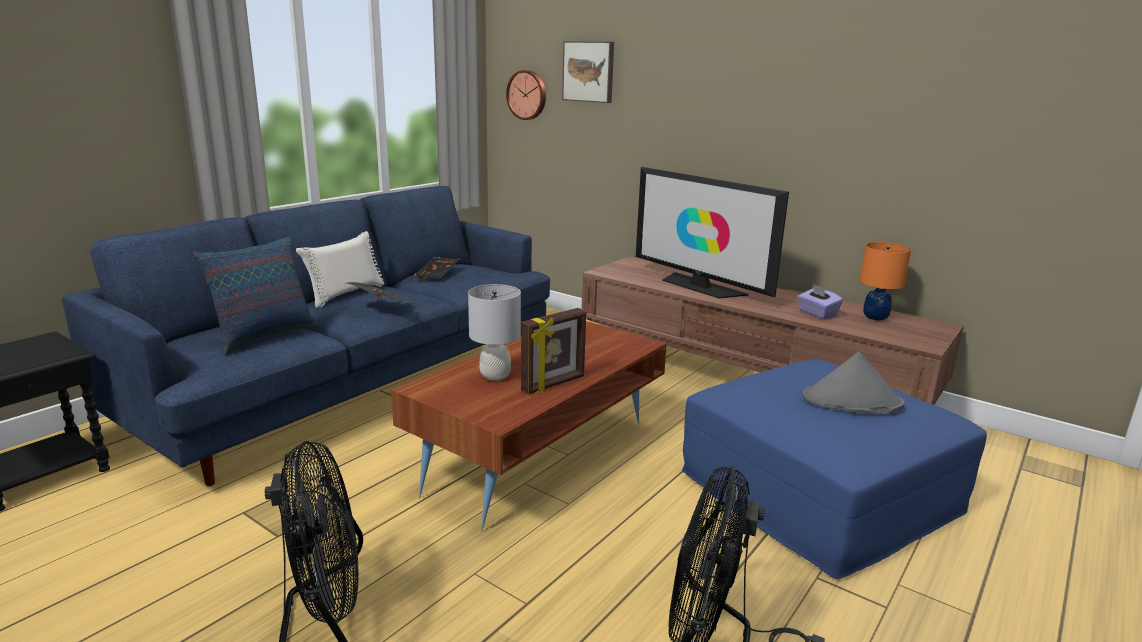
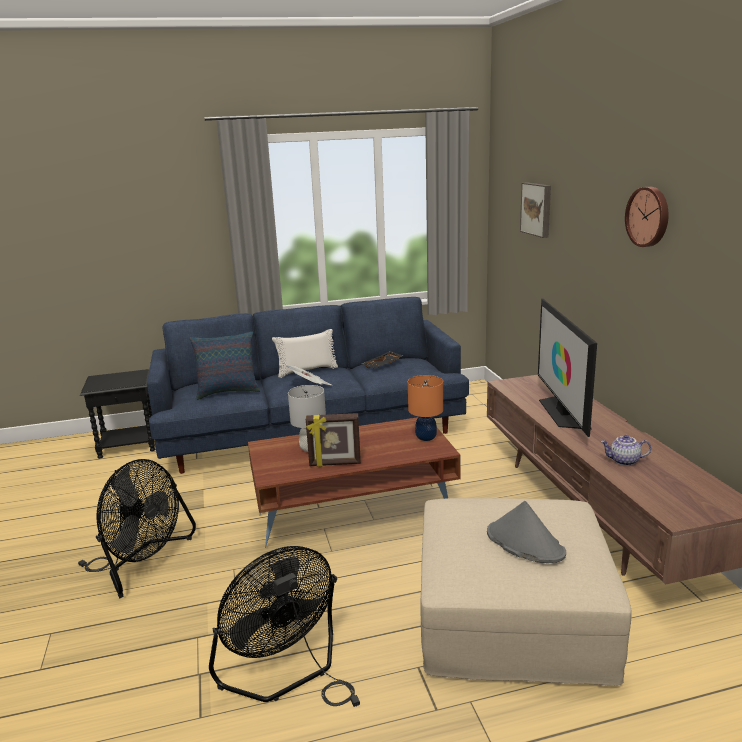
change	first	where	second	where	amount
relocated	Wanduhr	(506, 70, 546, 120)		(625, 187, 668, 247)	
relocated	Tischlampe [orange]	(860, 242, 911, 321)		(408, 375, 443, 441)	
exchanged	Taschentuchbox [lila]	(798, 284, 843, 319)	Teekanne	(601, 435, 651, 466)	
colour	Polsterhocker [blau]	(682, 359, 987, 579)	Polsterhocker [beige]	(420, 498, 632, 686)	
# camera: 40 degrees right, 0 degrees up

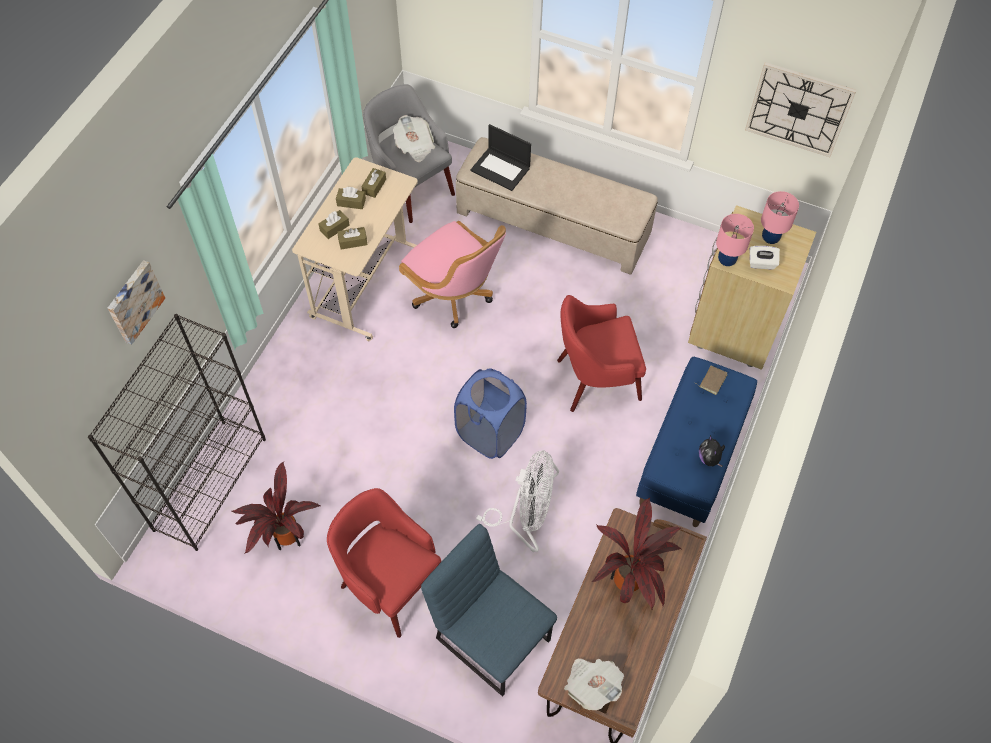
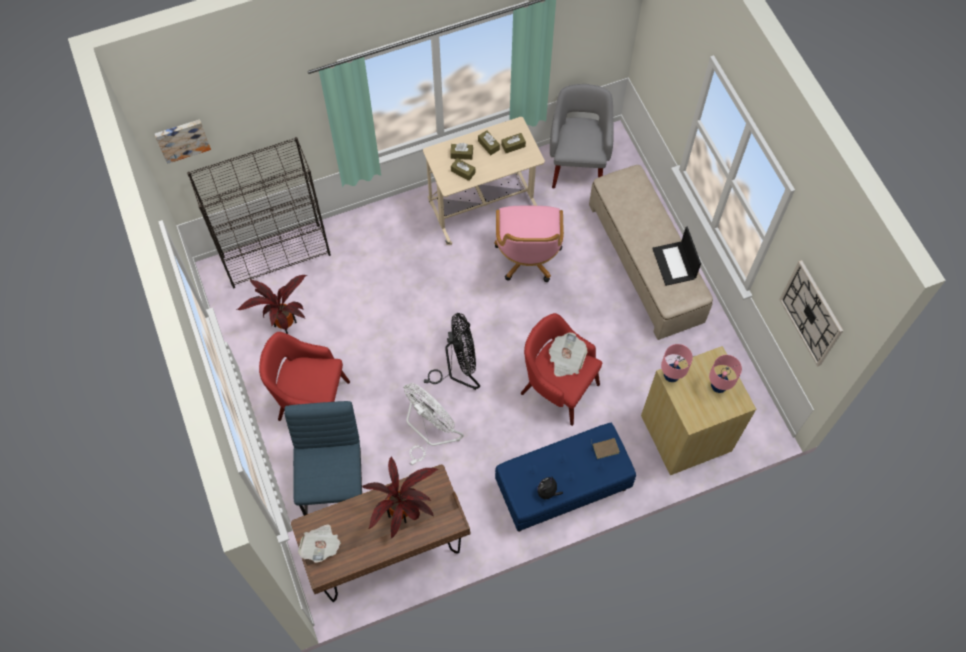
change	first	where	second	where	amount
missing	Taschentuchbox [weiß]	(750, 246, 780, 270)			
relocated	Bild	(108, 260, 165, 345)		(155, 119, 211, 164)	
relocated	Zeitung	(393, 115, 435, 162)		(549, 333, 587, 377)	
relocated	Laptop	(470, 124, 531, 191)		(652, 227, 701, 286)	
exchanged	Wäschekorb [blau]	(454, 368, 527, 459)	Ventilator [schwarz]	(423, 313, 480, 390)	
spun	Sessel [rot]	(327, 488, 441, 638)		(259, 332, 350, 421)	75 degrees counterclockwise
spun	Ventilator [weiß]	(476, 450, 559, 552)		(403, 383, 464, 465)	105 degrees counterclockwise
# camera: 45 degrees right, 5 degrees up

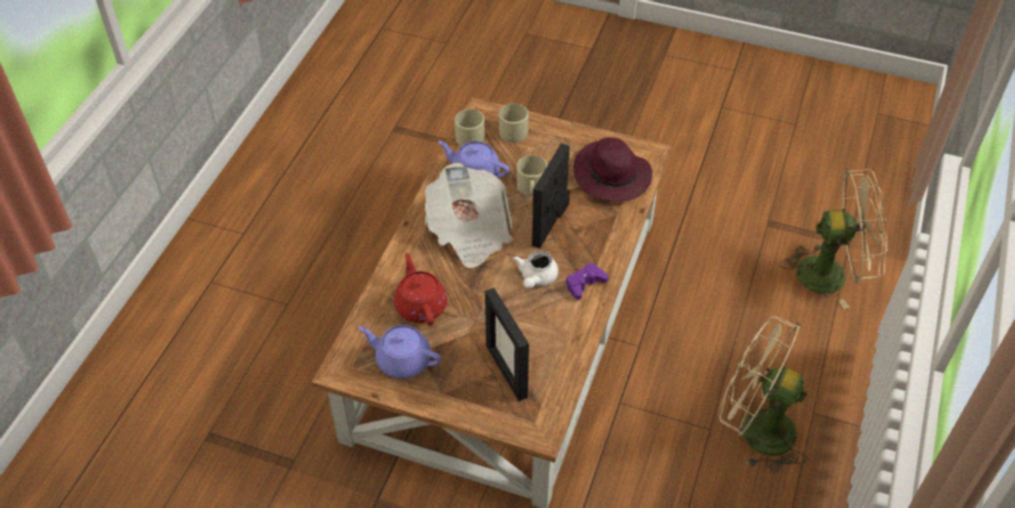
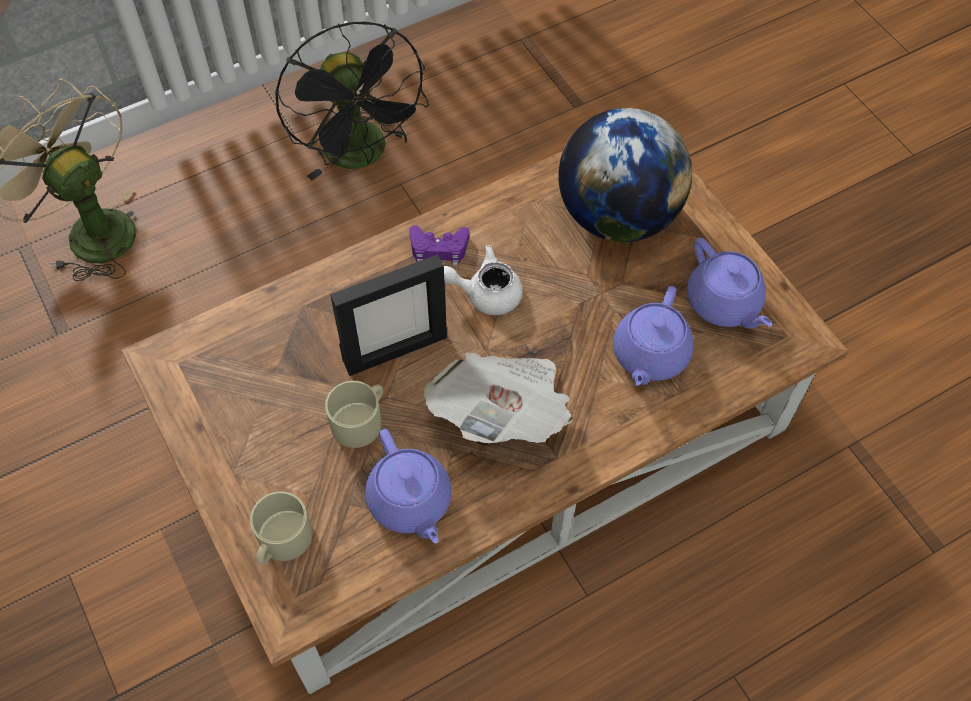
change	first	where	second	where	amount
missing	Henkelbecher [beige]	(455, 109, 485, 146)			
missing	Hut [lila]	(574, 137, 652, 202)			
exchanged	Bilderrahmen	(485, 288, 529, 401)	Globus	(559, 108, 692, 242)	
colour	Teekanne [rot]	(394, 253, 447, 325)	Teekanne [lila]	(613, 286, 694, 386)	
colour	Ventilator [beige]	(718, 317, 808, 473)	Ventilator [schwarz]	(275, 22, 429, 180)	
spun	Teekanne [weiß]	(513, 251, 558, 289)		(444, 245, 523, 315)	150 degrees counterclockwise
# camera: 140 degrees left, 10 degrees up

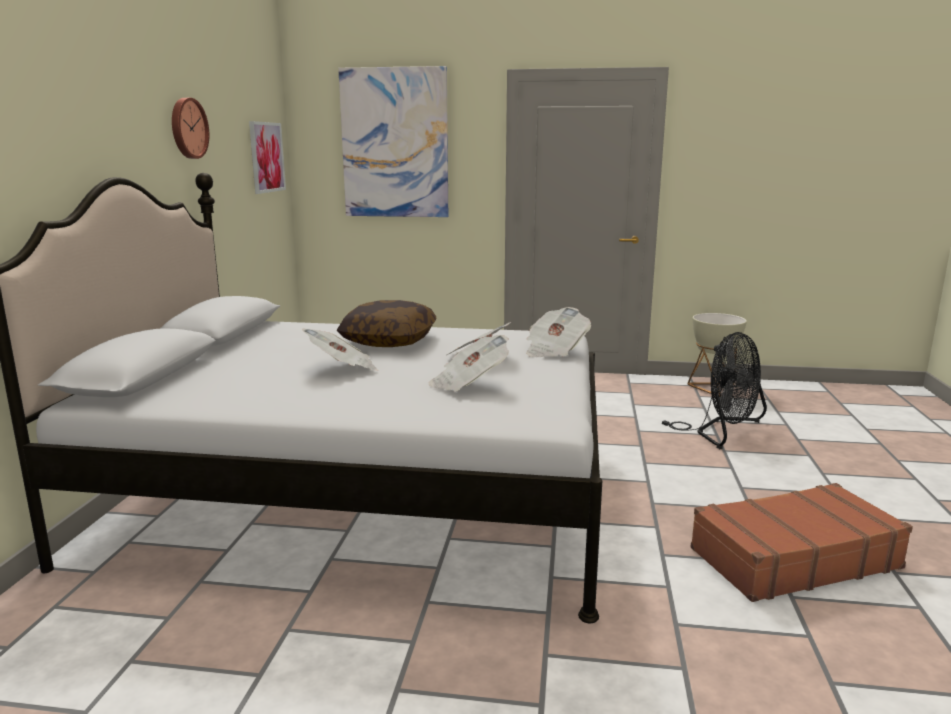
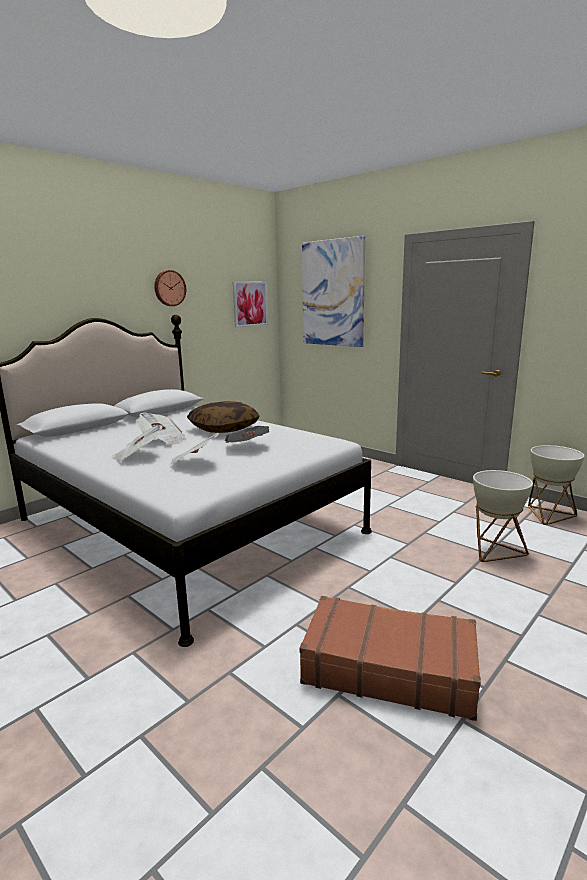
change	first	where	second	where	amount
relocated	Zeitung	(526, 307, 591, 357)		(111, 425, 162, 461)	
exchanged	Ventilator [schwarz]	(661, 332, 767, 450)	Pflanzkübel	(473, 470, 533, 562)	
# camera: 35 degrees right, 0 degrees up

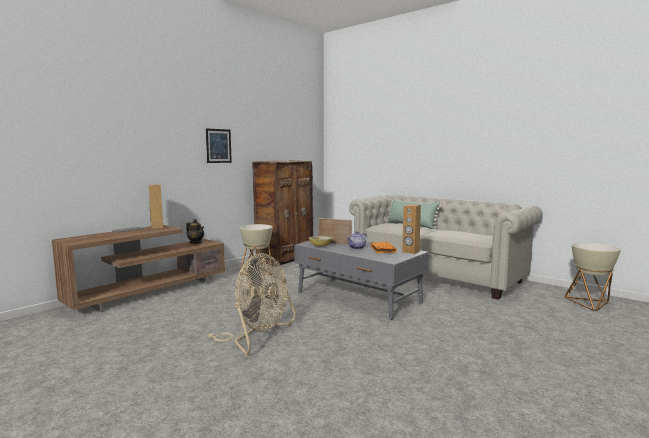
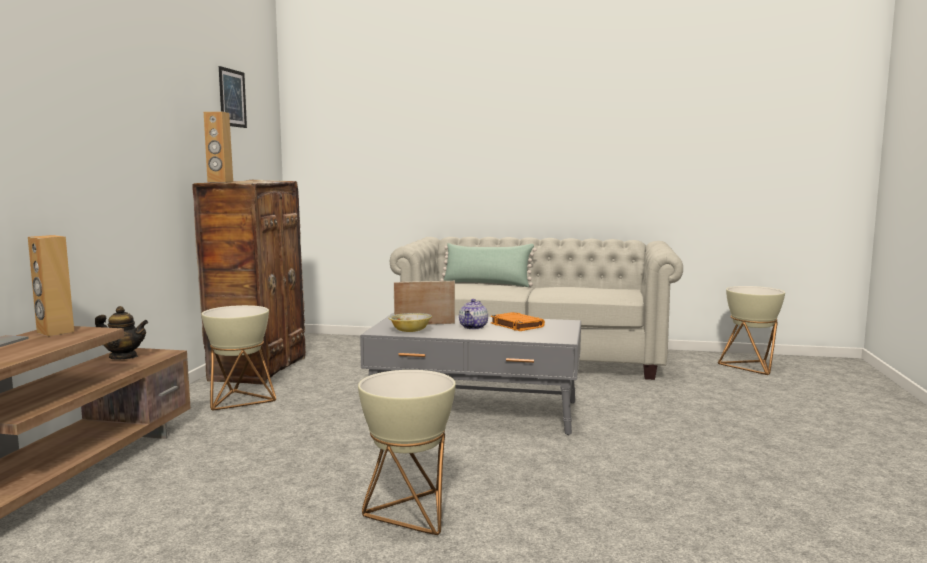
change	first	where	second	where	amount
relocated	Bild	(206, 128, 232, 163)		(219, 66, 247, 128)	
relocated	Lautsprecher [braun]	(402, 204, 421, 254)		(204, 111, 233, 182)	
exchanged	Ventilator [beige]	(208, 253, 296, 357)	Pflanzkübel	(358, 370, 456, 535)	
# camera: 30 degrees left, 0 degrees up

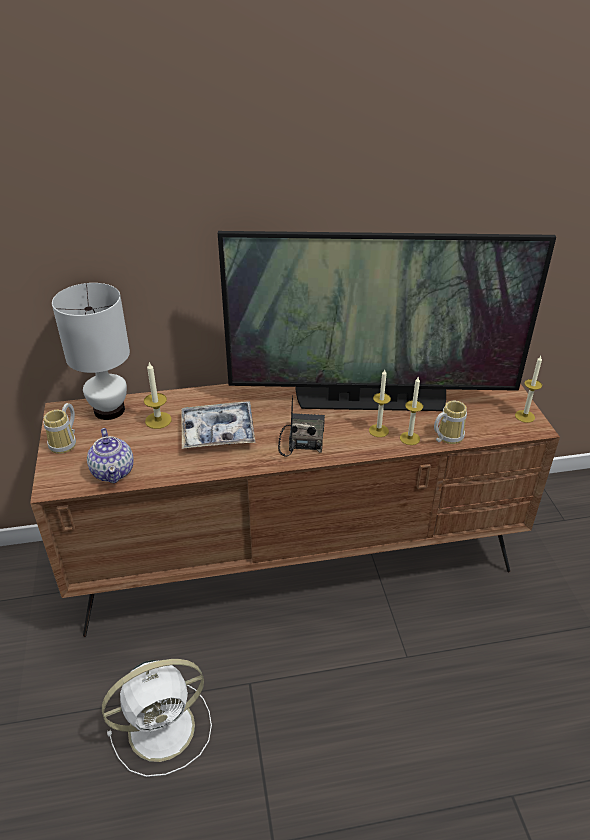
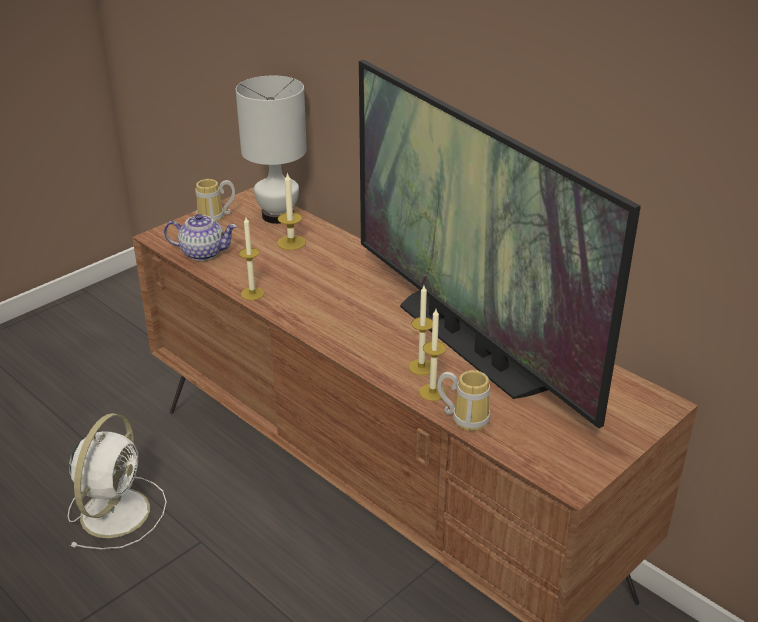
change	first	where	second	where	amount
missing	Tablett	(182, 402, 255, 449)			
missing	Radio	(278, 396, 325, 457)			
relocated	Kerze	(515, 356, 542, 423)		(239, 217, 264, 300)	
spun	Teekanne	(87, 428, 133, 483)		(164, 214, 237, 261)	120 degrees counterclockwise
spun	Ventilator [weiß]	(102, 659, 212, 777)		(68, 413, 167, 550)	105 degrees counterclockwise
# camera: 55 degrees right, 5 degrees down

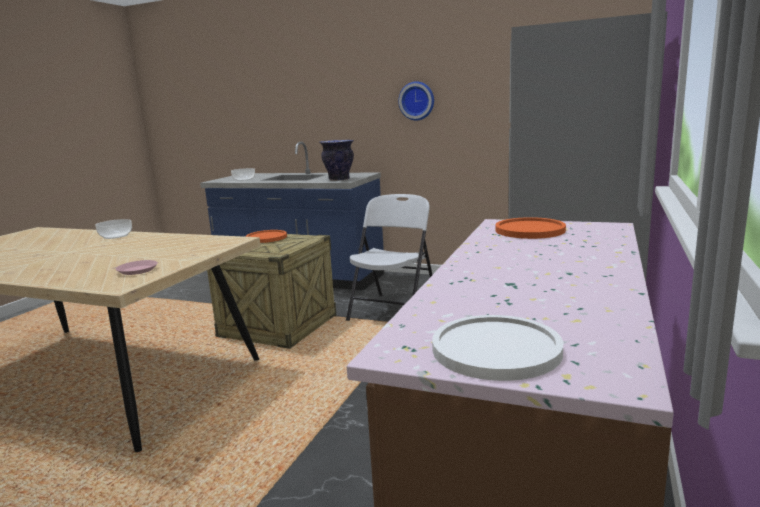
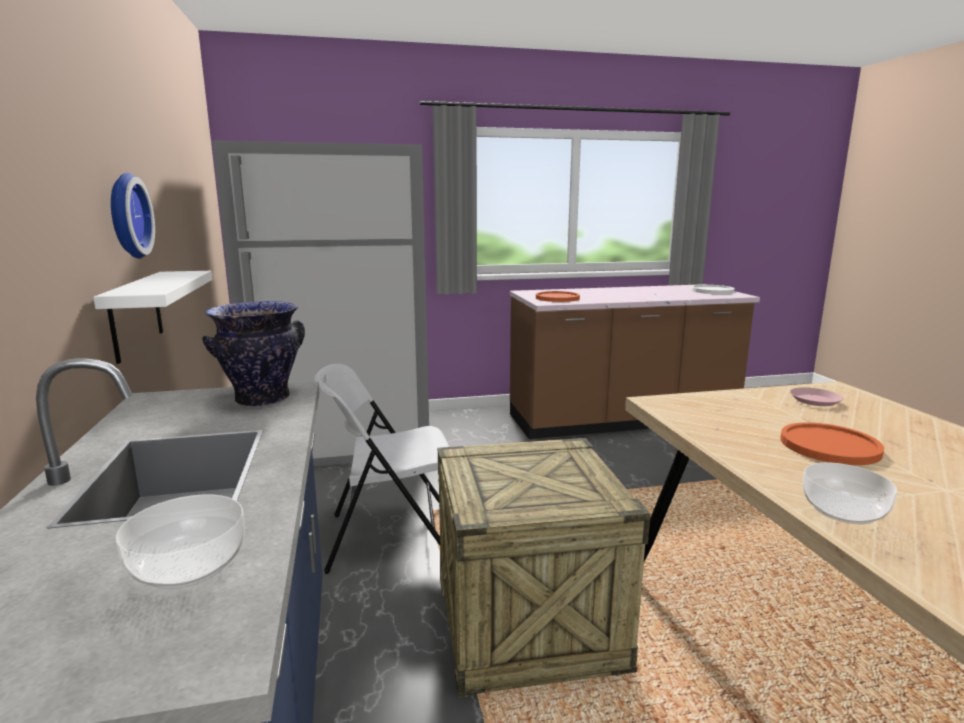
change	first	where	second	where	amount
appeared			Wandregal [weiß]	(93, 271, 212, 364)	
relocated	Teller [orange]	(246, 230, 287, 243)		(781, 422, 884, 465)	
# camera: 125 degrees left, 0 degrees up

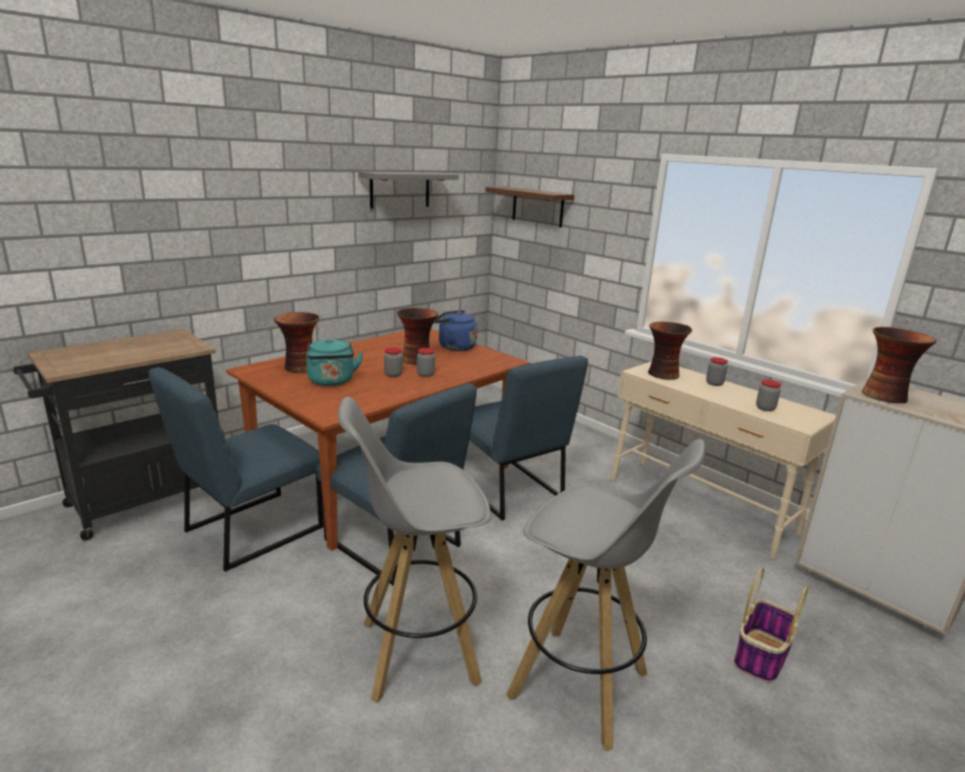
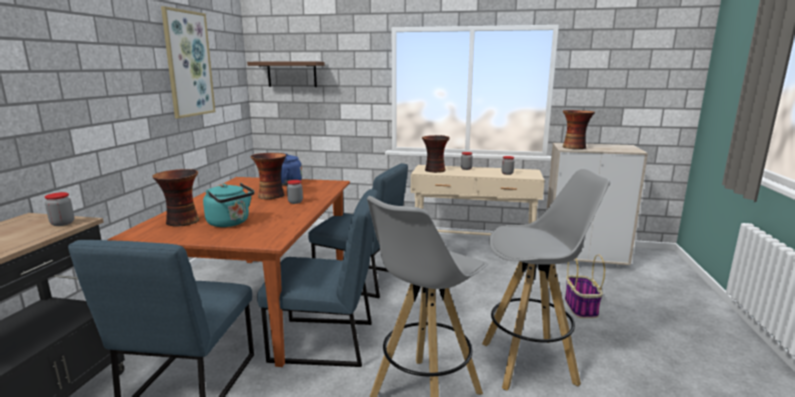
change	first	where	second	where	amount
relocated	Vorratsglas	(384, 347, 403, 377)		(45, 192, 74, 226)	
exchanged	Wandregal [grau]	(358, 172, 459, 209)	Bild	(161, 6, 215, 118)	
# camera: 35 degrees left, 5 degrees down

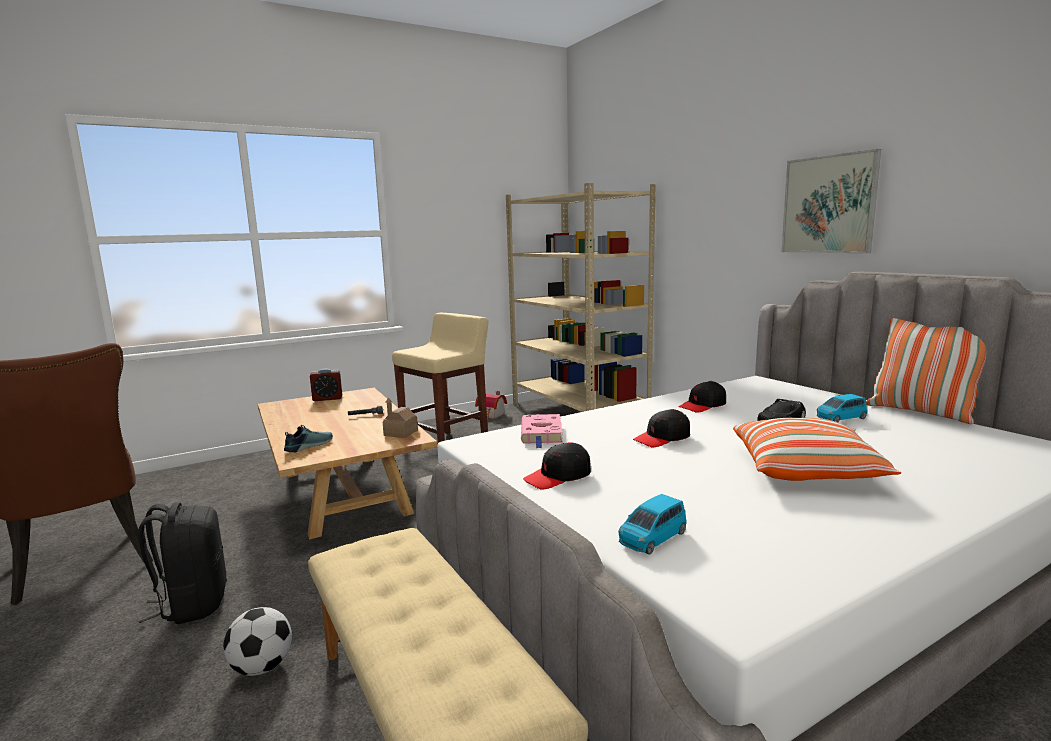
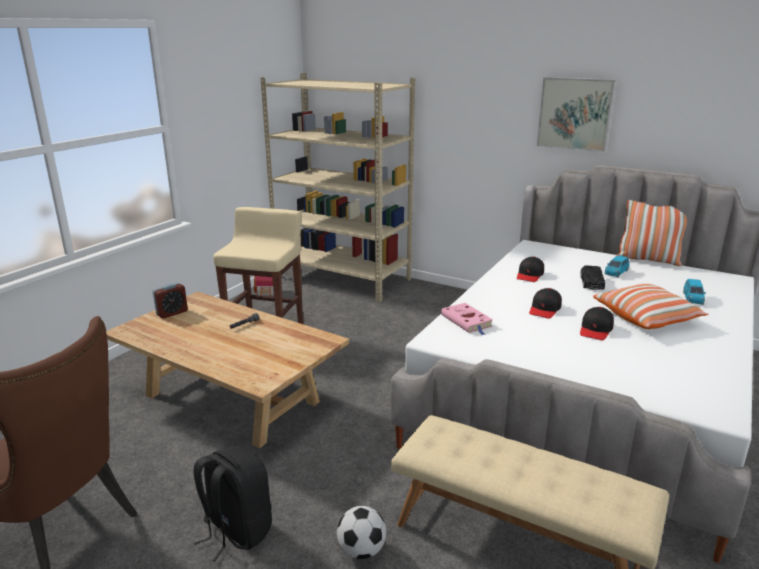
change	first	where	second	where	amount
missing	Schuh	(284, 425, 333, 453)			
missing	Spielzeughaus	(383, 398, 418, 438)			
relocated	Kappe [schwarz]	(523, 442, 591, 490)		(580, 307, 614, 340)	
relocated	Spielzeugauto [blau]	(618, 494, 687, 554)		(683, 279, 706, 305)	
# camera: 30 degrees left, 10 degrees up

